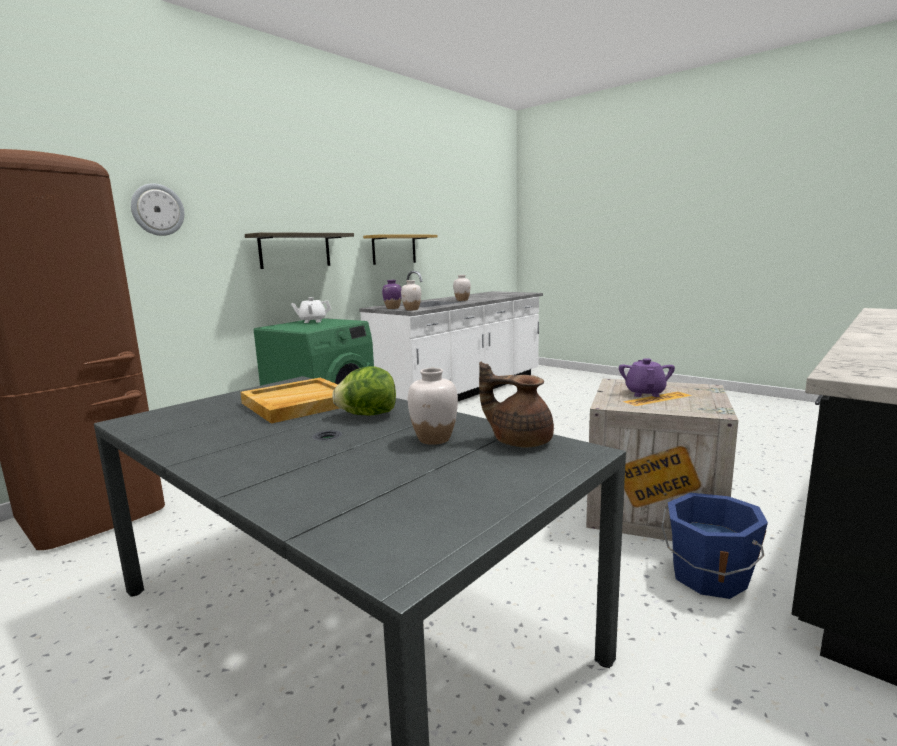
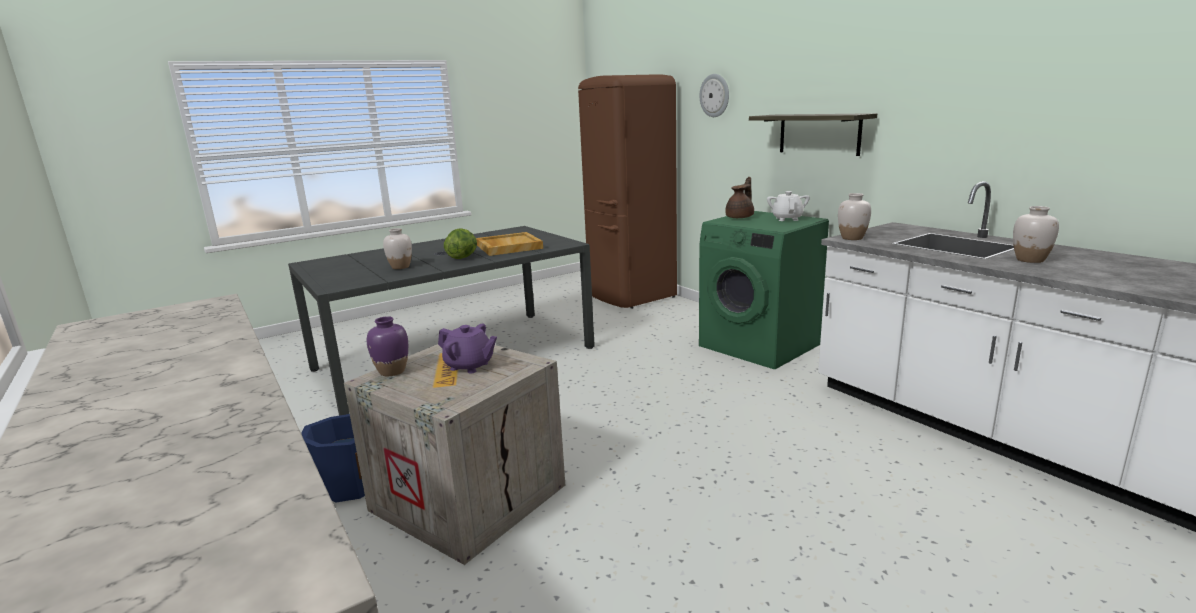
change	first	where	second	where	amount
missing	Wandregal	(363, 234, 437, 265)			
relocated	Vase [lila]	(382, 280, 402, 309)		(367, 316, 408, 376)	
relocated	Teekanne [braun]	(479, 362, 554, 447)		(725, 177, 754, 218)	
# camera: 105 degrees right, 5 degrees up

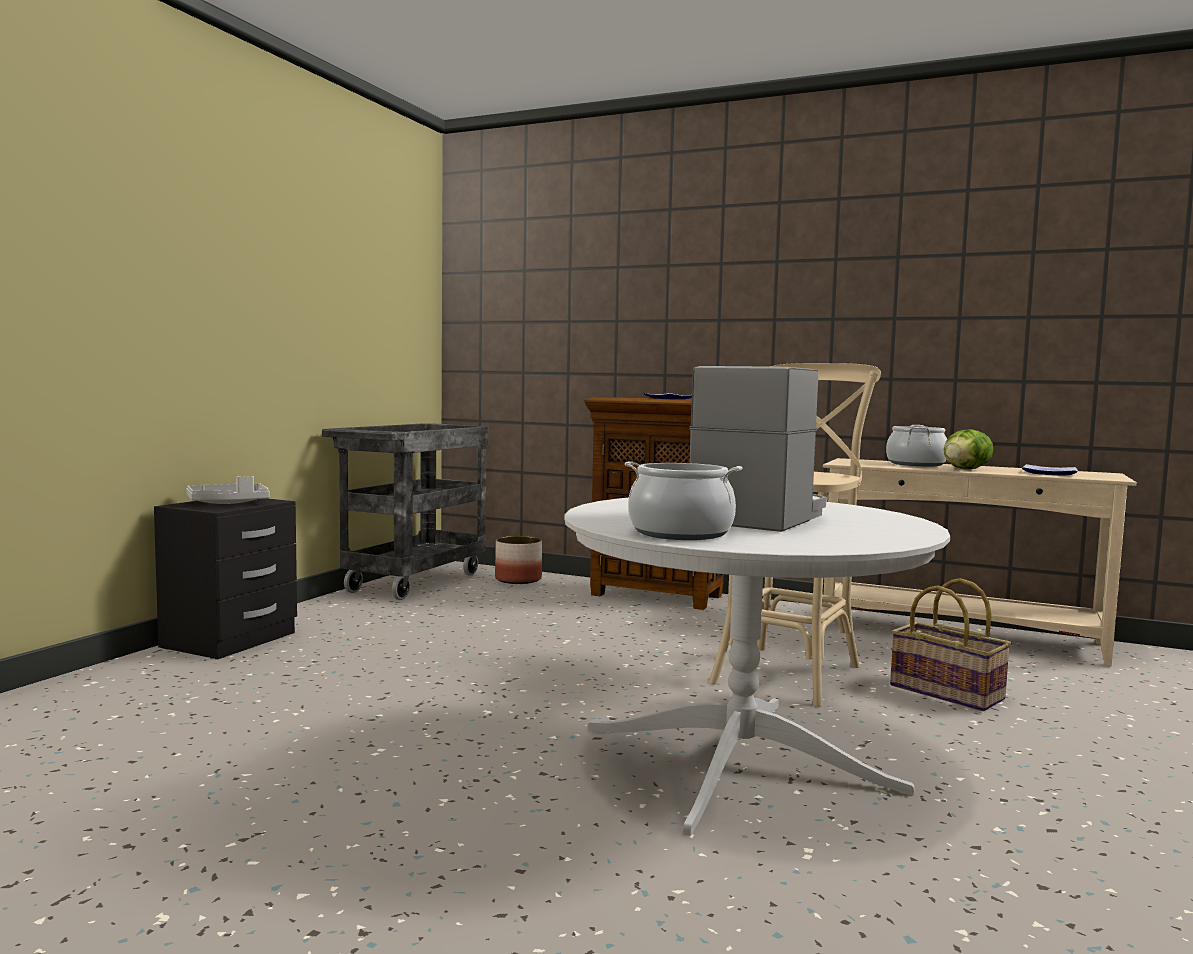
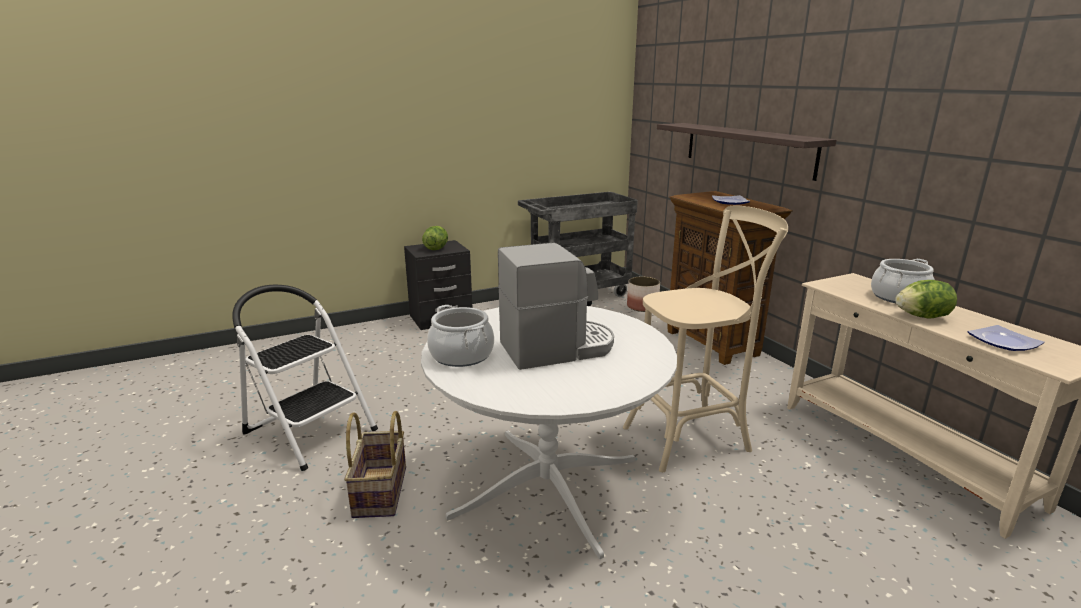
change	first	where	second	where	amount
appeared			Trittleiter	(232, 285, 378, 471)	
appeared			Wandregal	(657, 123, 837, 181)	
relocated	Korb	(890, 578, 1012, 711)		(344, 411, 406, 518)	
exchanged	Tablett [grau]	(186, 476, 270, 504)	Salatkopf	(422, 226, 448, 250)	
# camera: 40 degrees right, 15 degrees up

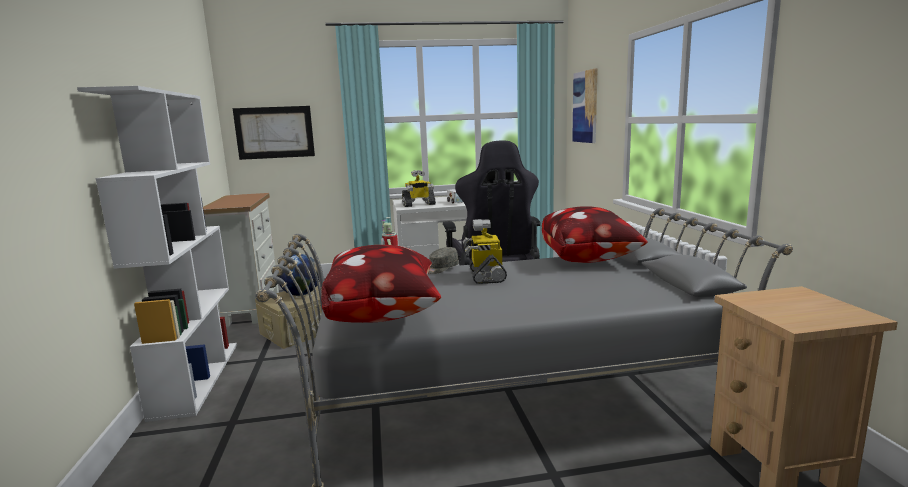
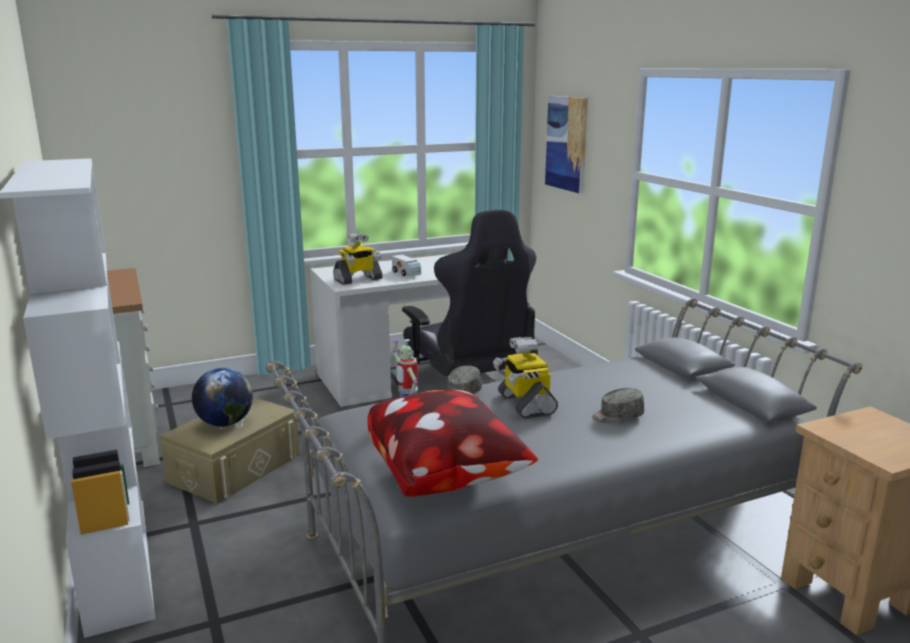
change	first	where	second	where	amount
missing	Bild	(232, 106, 315, 160)			
missing	Kissen	(542, 206, 648, 263)			
appeared			Kappe [grau]	(592, 388, 644, 423)	
# camera: 15 degrees left, 5 degrees up

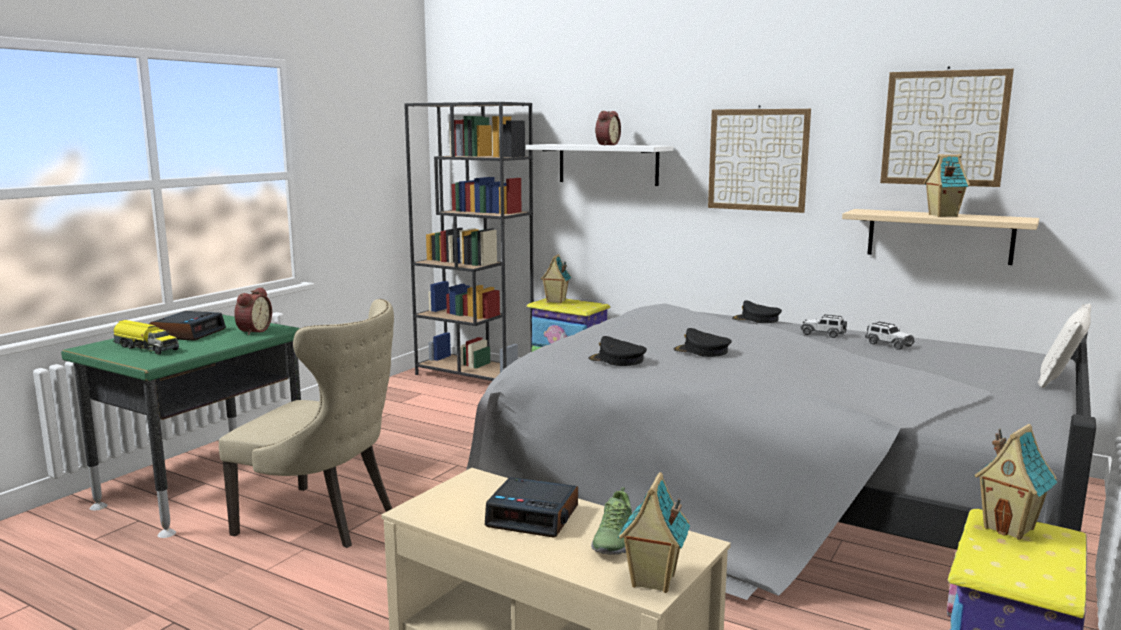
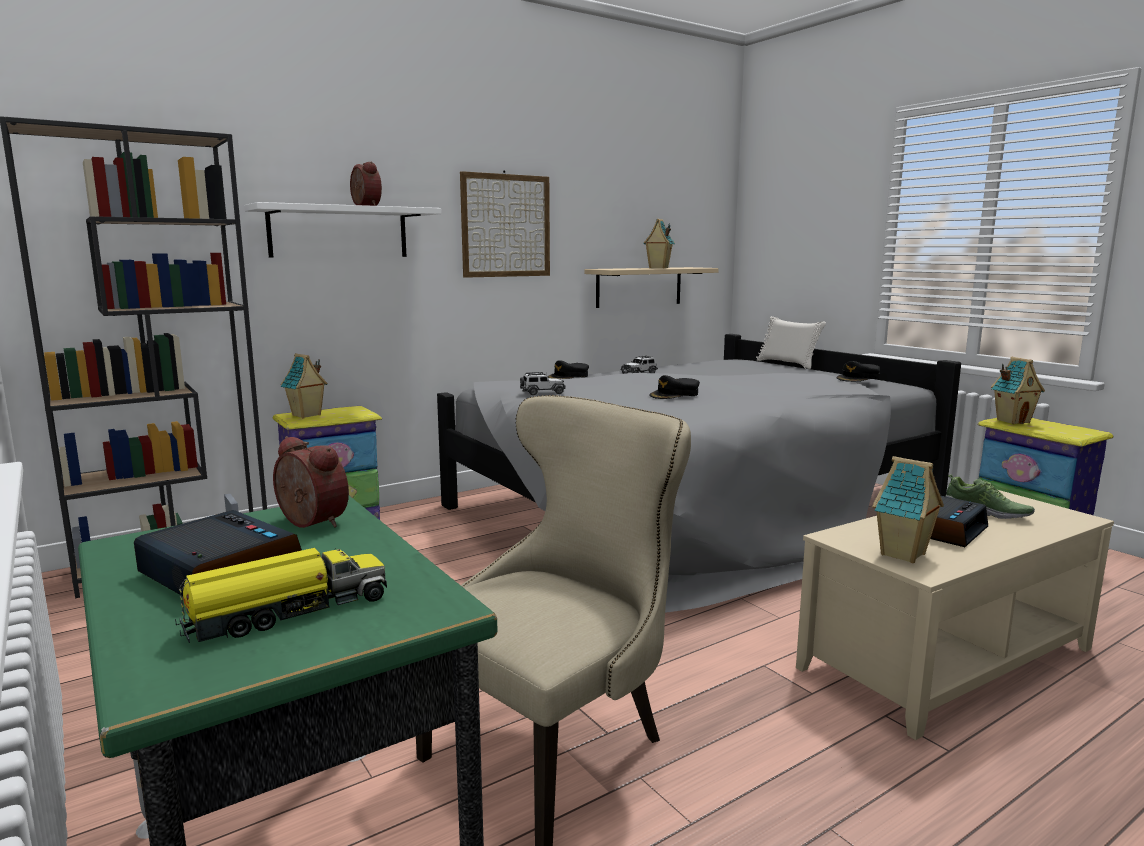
change	first	where	second	where	amount
missing	Bild	(880, 66, 1014, 187)			
relocated	Kappe [schwarz]	(588, 336, 647, 366)		(836, 361, 880, 382)	
relocated	Spielzeughaus	(618, 472, 690, 593)		(872, 456, 944, 563)	
relocated	Spielzeugauto	(865, 321, 915, 350)		(520, 372, 566, 395)	
# camera: 65 degrees left, 0 degrees up

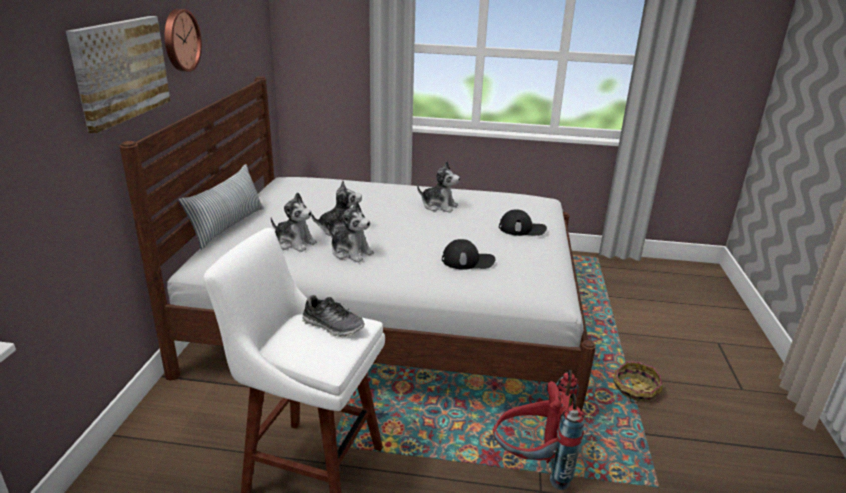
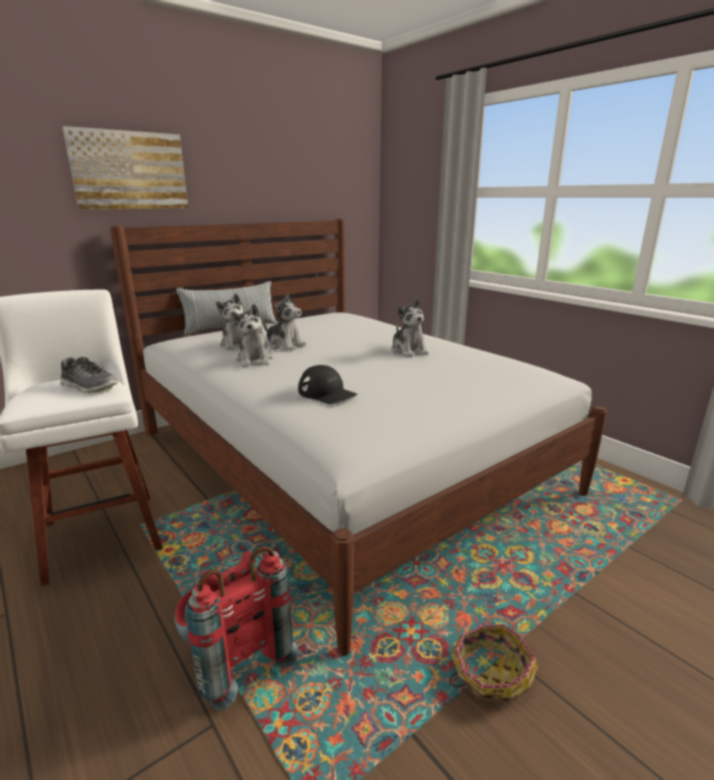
change	first	where	second	where	amount
missing	Wanduhr	(164, 9, 202, 72)			
missing	Kappe [schwarz]	(499, 209, 547, 236)			
spun	Schuh	(302, 295, 365, 337)		(60, 357, 118, 393)	45 degrees counterclockwise
# camera: 45 degrees right, 5 degrees down

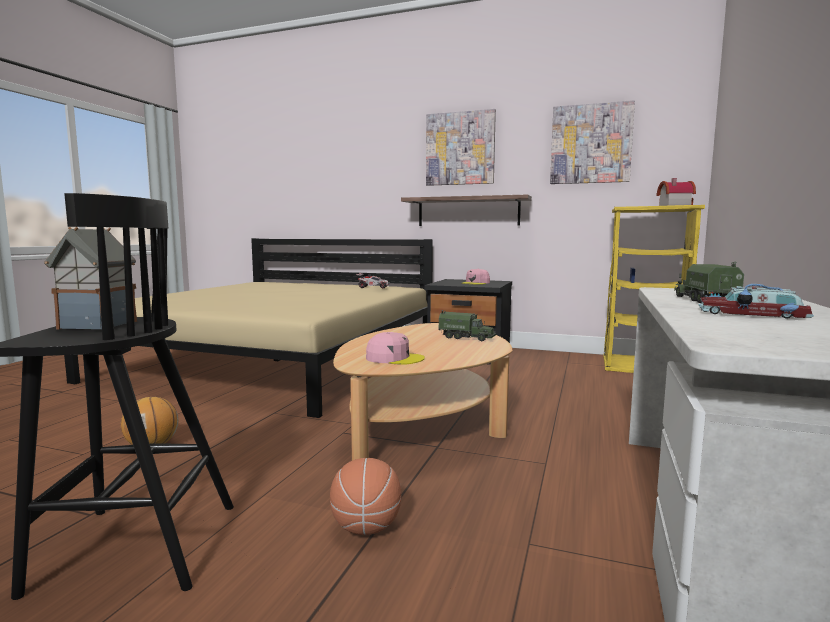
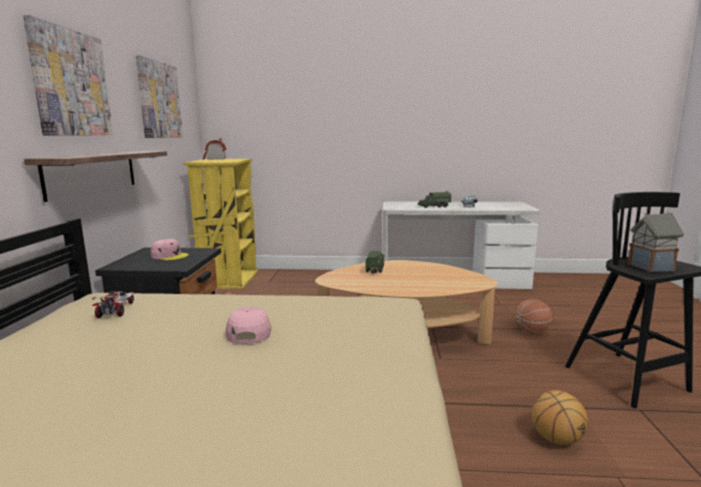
change	first	where	second	where	amount
relocated	Kappe [rosa]	(366, 332, 425, 365)		(226, 307, 272, 344)	
# camera: 105 degrees left, 5 degrees up

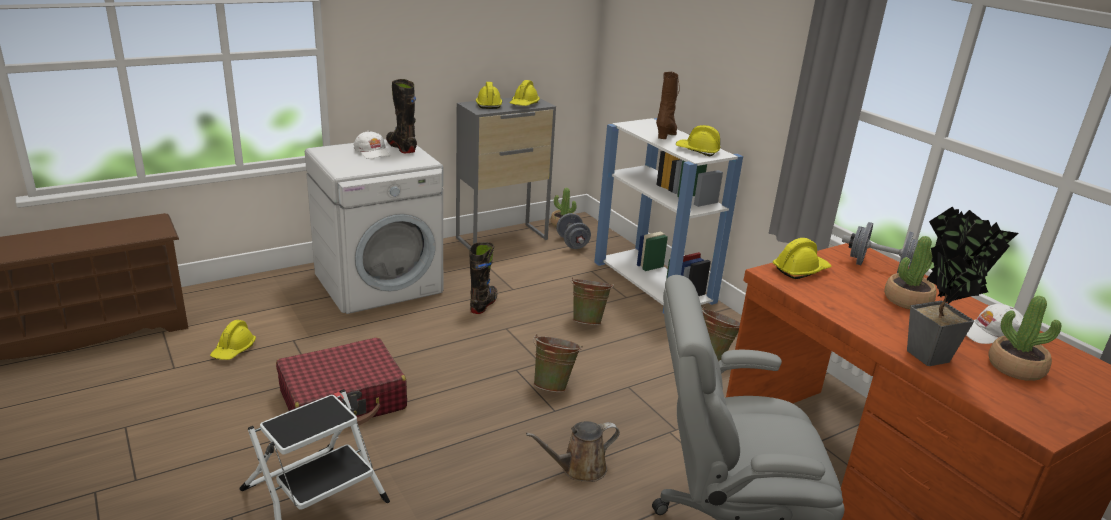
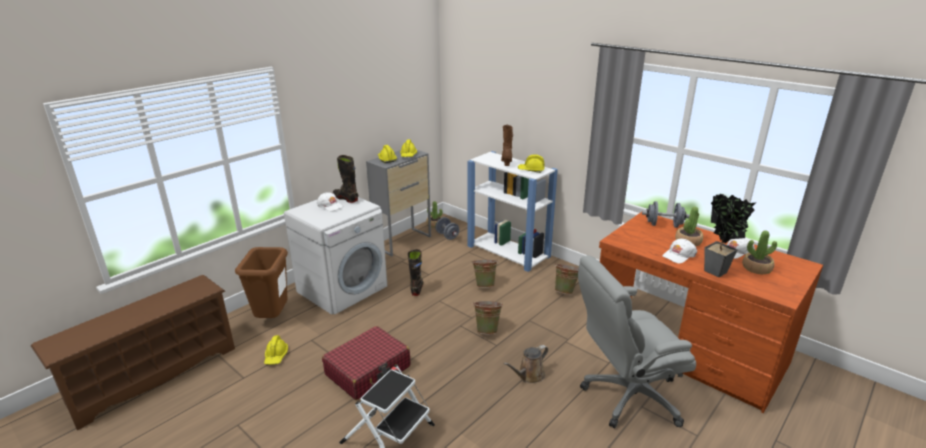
change	first	where	second	where	amount
missing	Schutzhelm [gelb]	(773, 238, 831, 279)			
appeared			Mülleimer [braun]	(235, 247, 288, 318)	
appeared			Kappe [weiß]	(662, 239, 697, 263)	
# camera: 15 degrees left, 0 degrees up

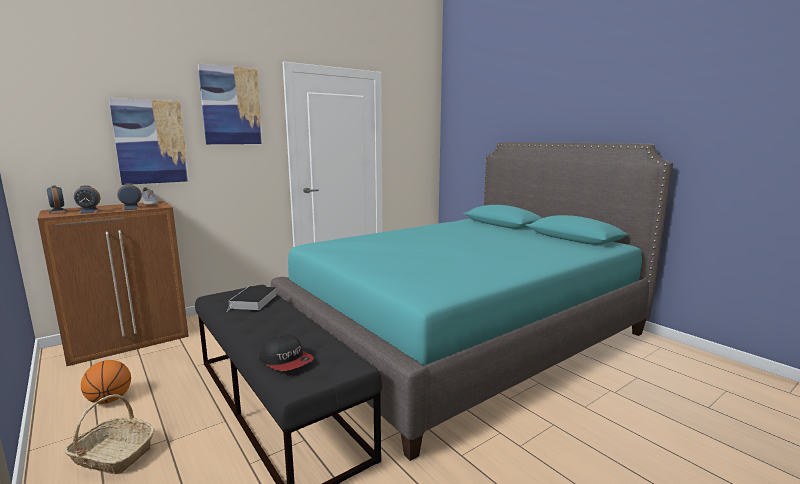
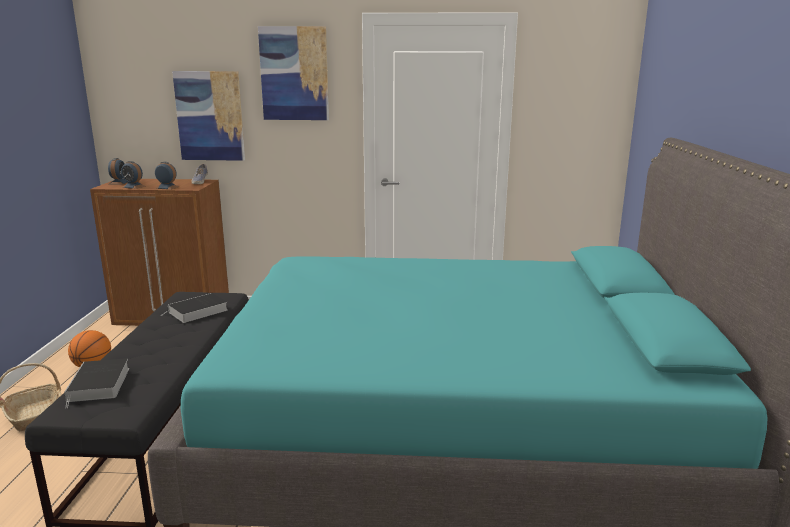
change	first	where	second	where	amount
exchanged	Kappe	(259, 334, 314, 371)	Buch	(64, 358, 129, 408)	
# camera: 40 degrees right, 5 degrees up

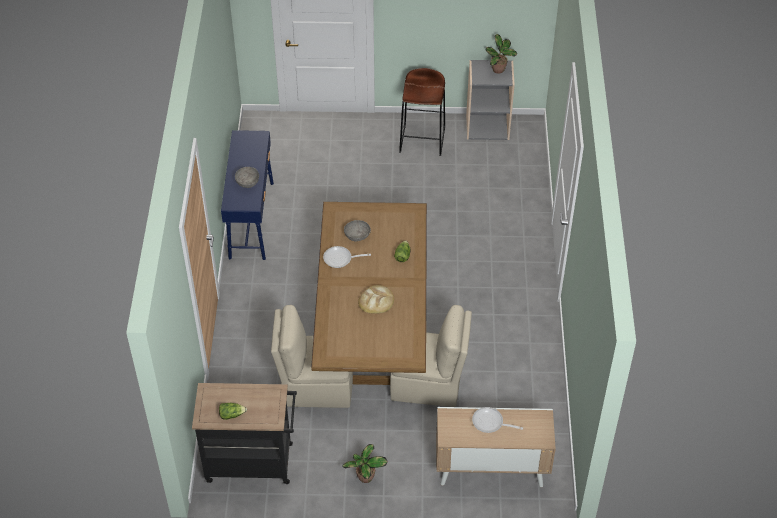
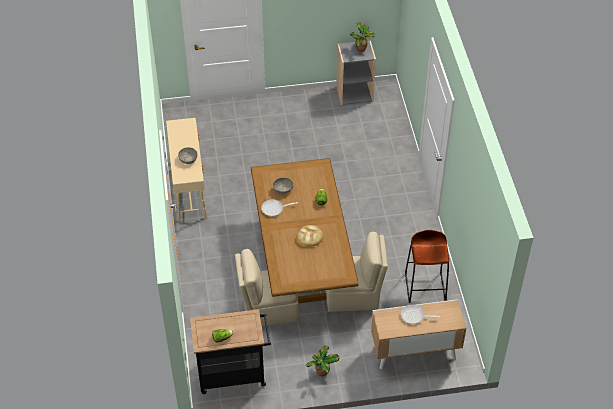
change	first	where	second	where	amount
relocated	Hocker [braun]	(399, 68, 445, 156)		(405, 230, 449, 303)	
colour	Konsolentisch [blau]	(221, 130, 274, 260)	Konsolentisch [beige]	(166, 118, 207, 222)	
# camera: 10 degrees left, 0 degrees up

